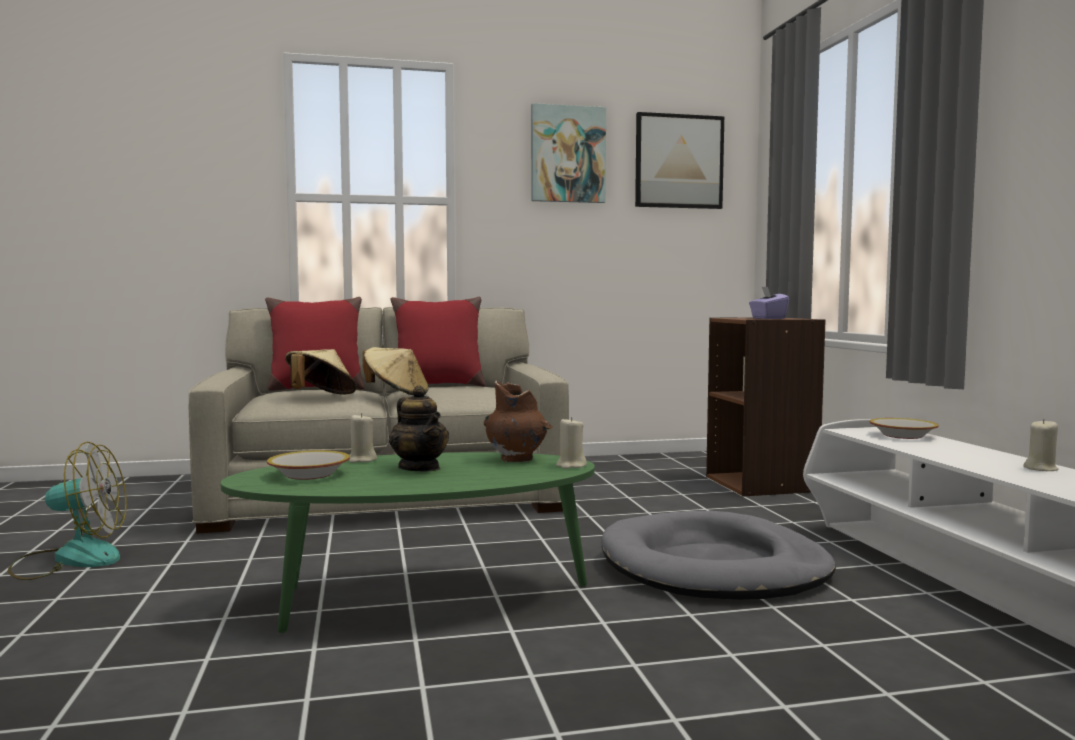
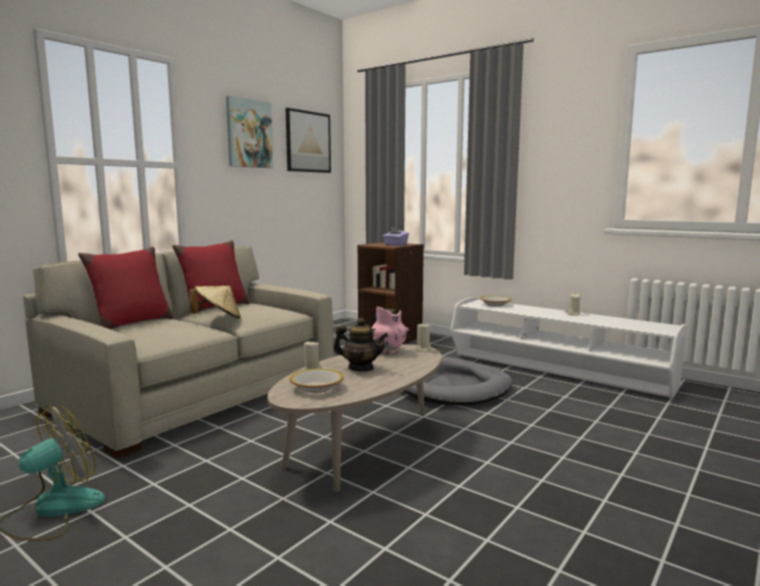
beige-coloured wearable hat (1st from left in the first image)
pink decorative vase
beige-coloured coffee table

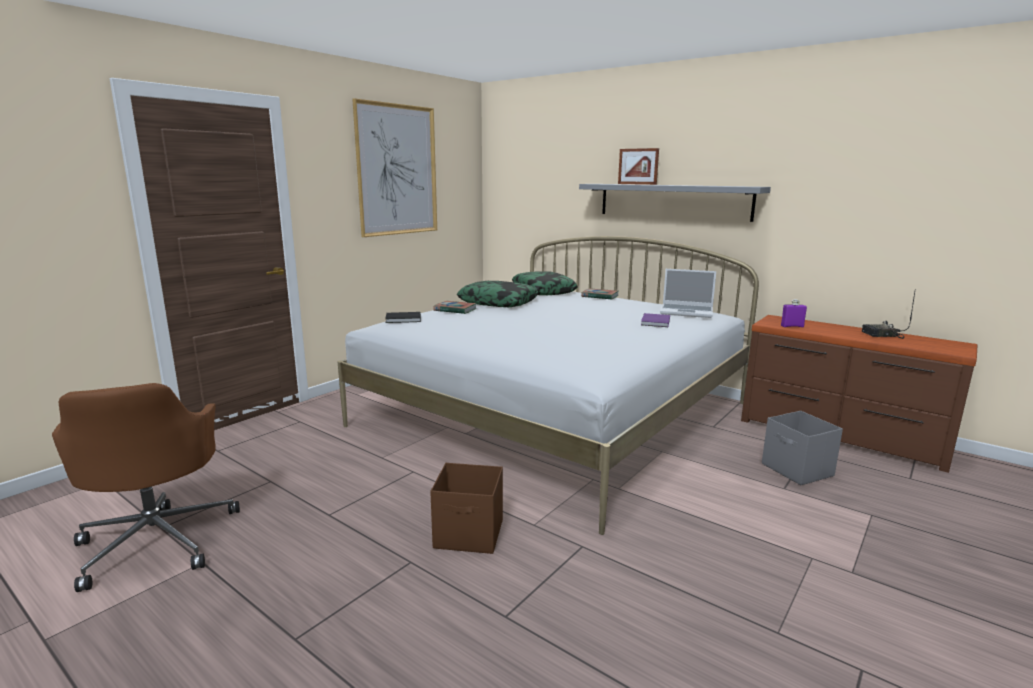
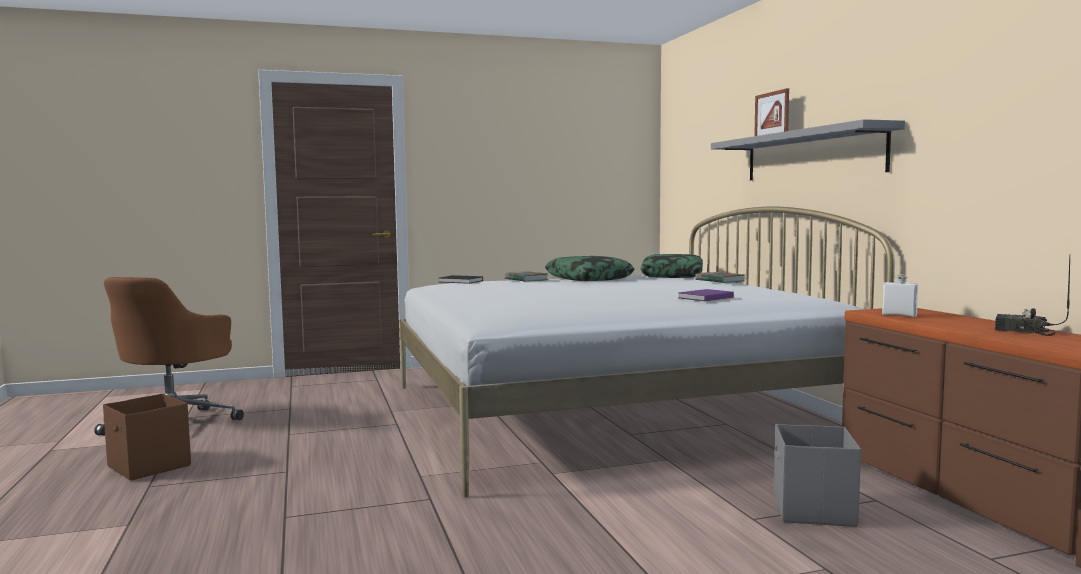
wall picture
notebook computer
white-coloured drink bottle
brown-coloured storage container

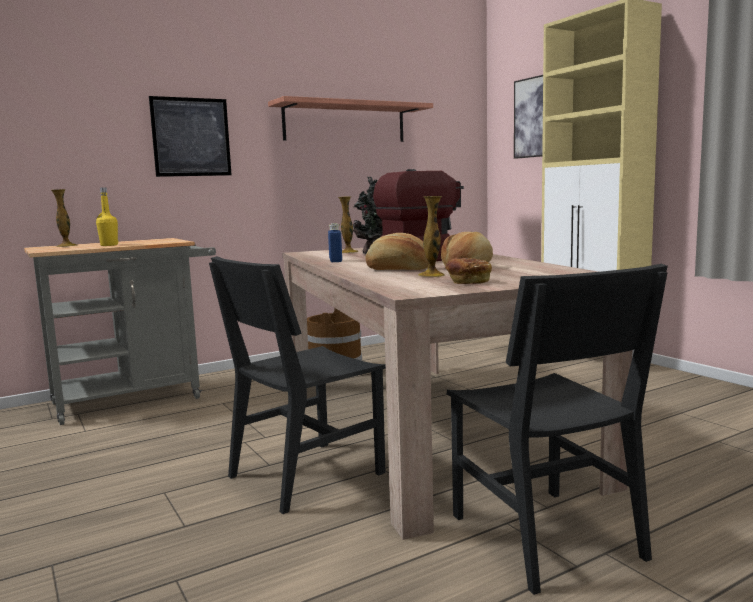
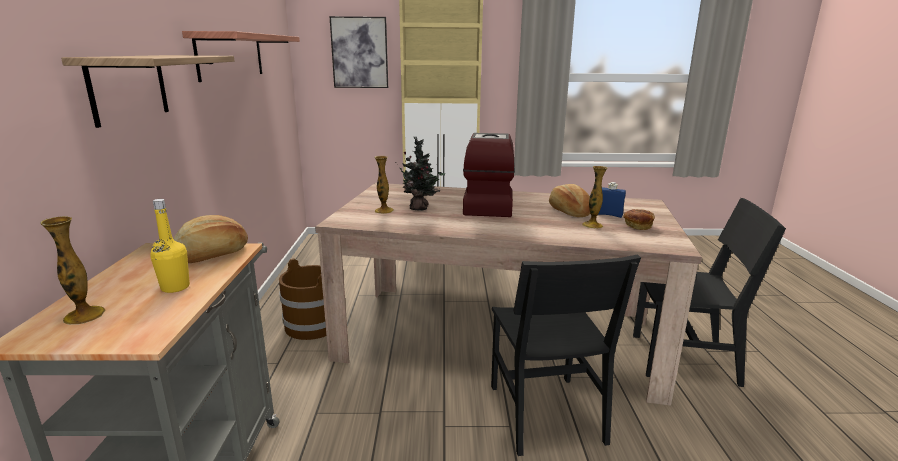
bracket shelf (1st from left)
bluish drink bottle
bread (1st from left)

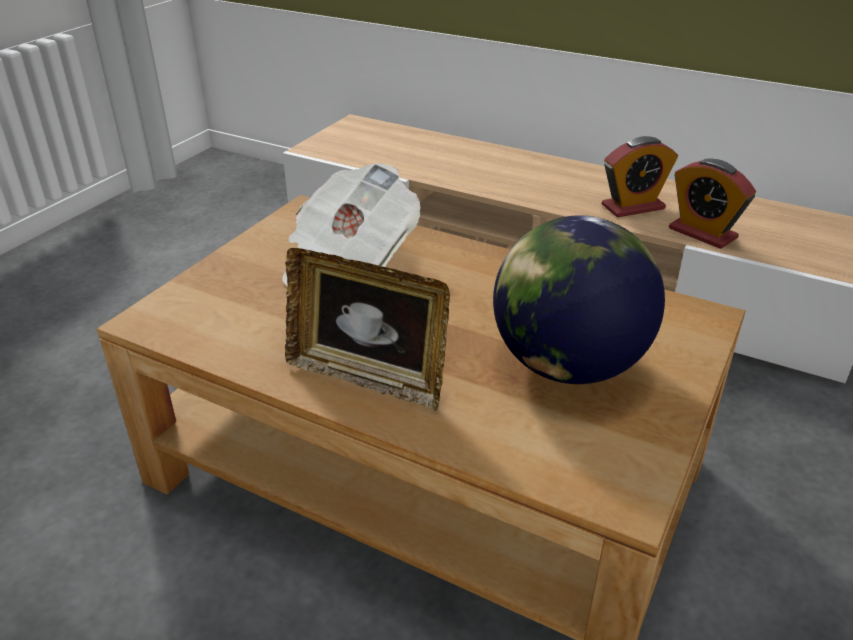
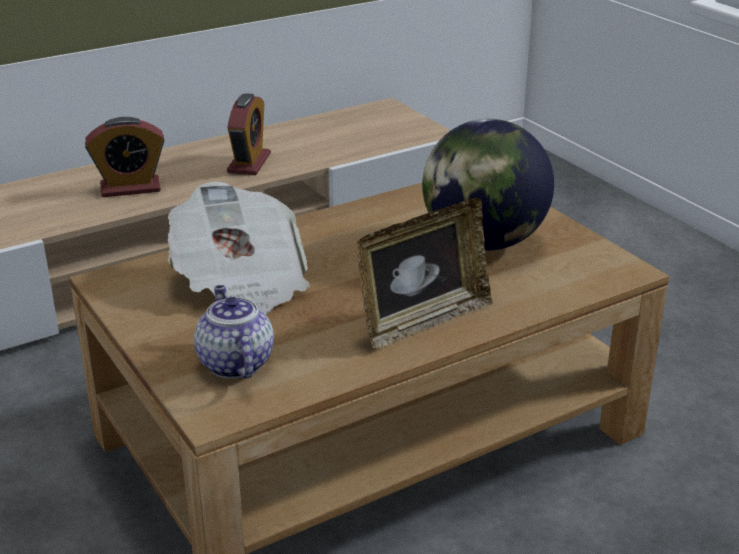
table clock (1st from left)
teapot

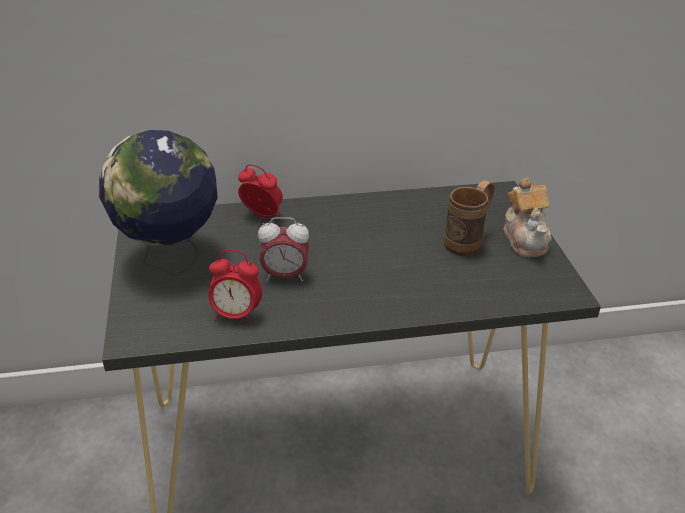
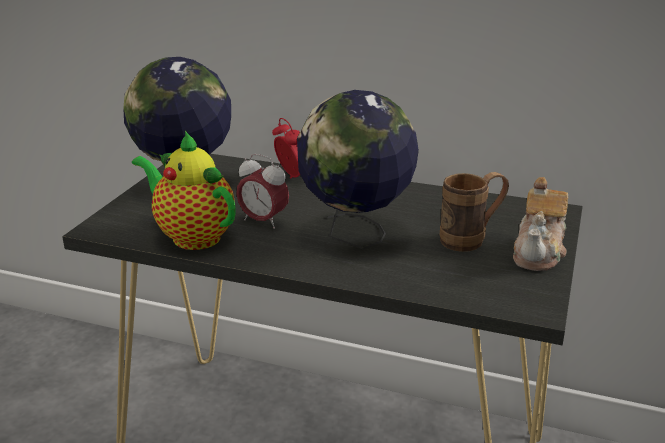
teapot (1st from left)
globe (2nd from left)

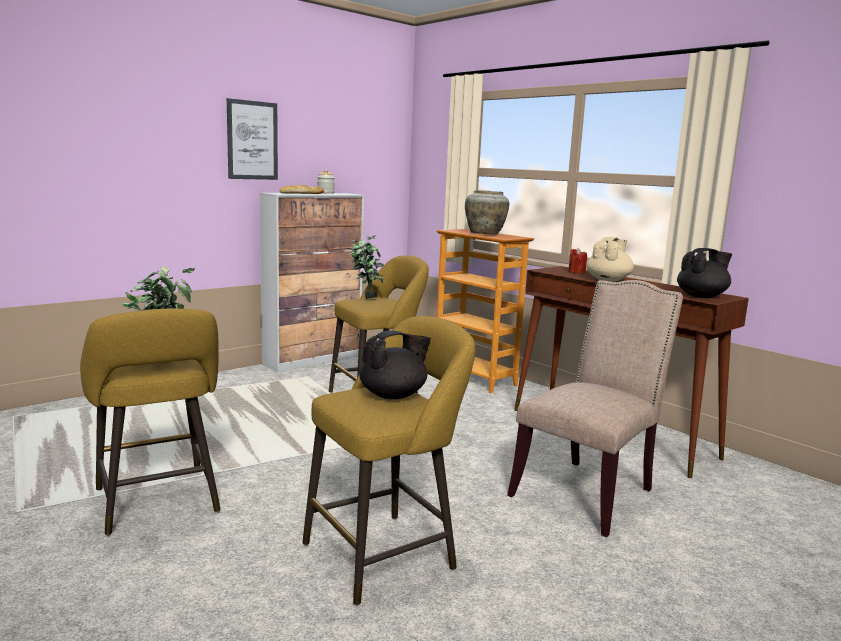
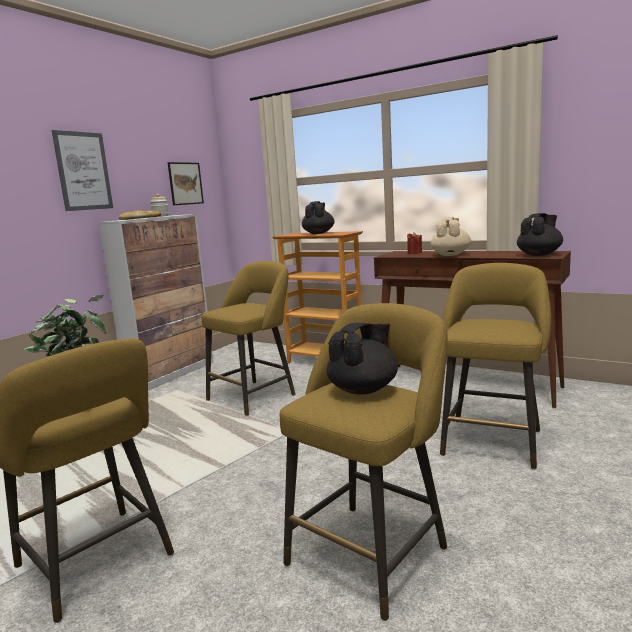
black-coloured teapot (1st from left)
potted plant (2nd from left in the first image)
yellow stool (4th from left)
wall picture (2nd from left)

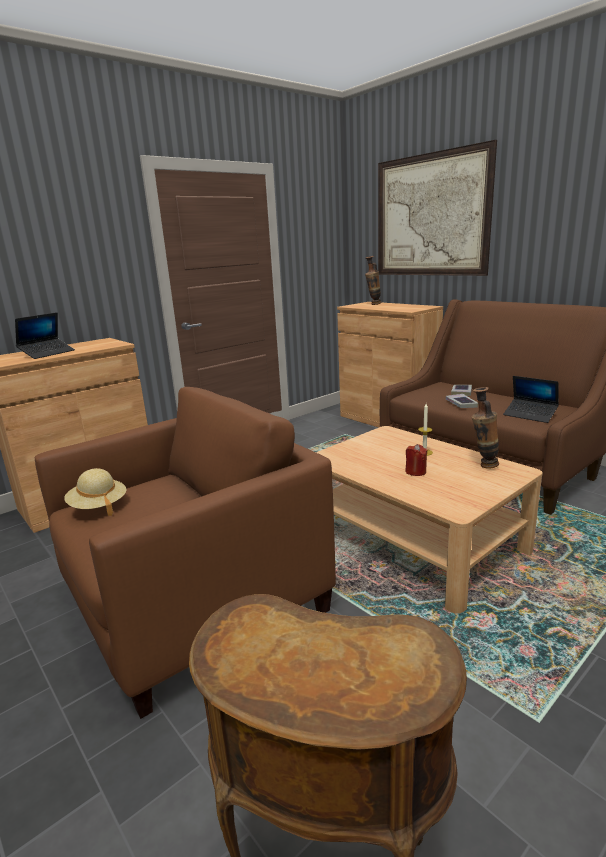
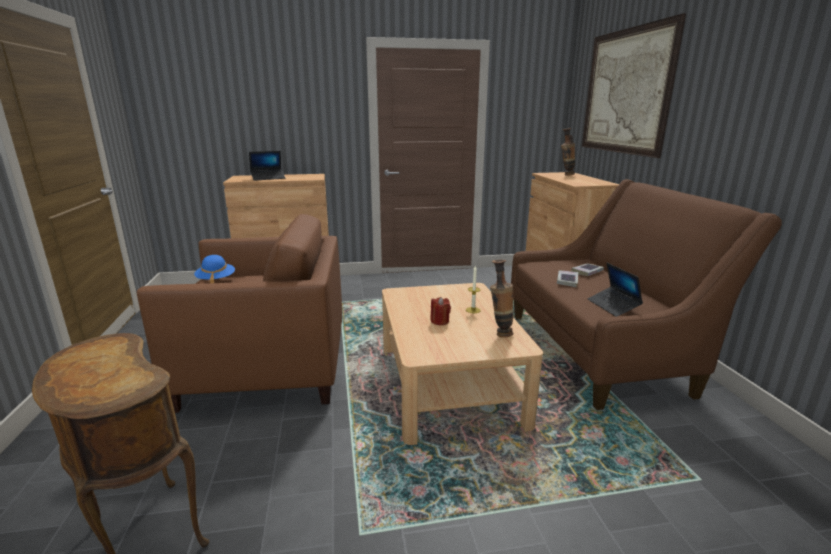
bluish wearable hat

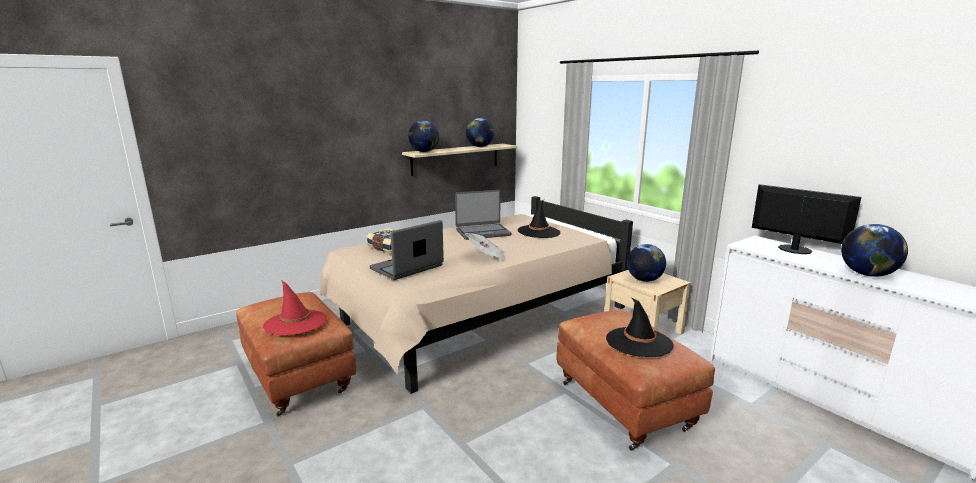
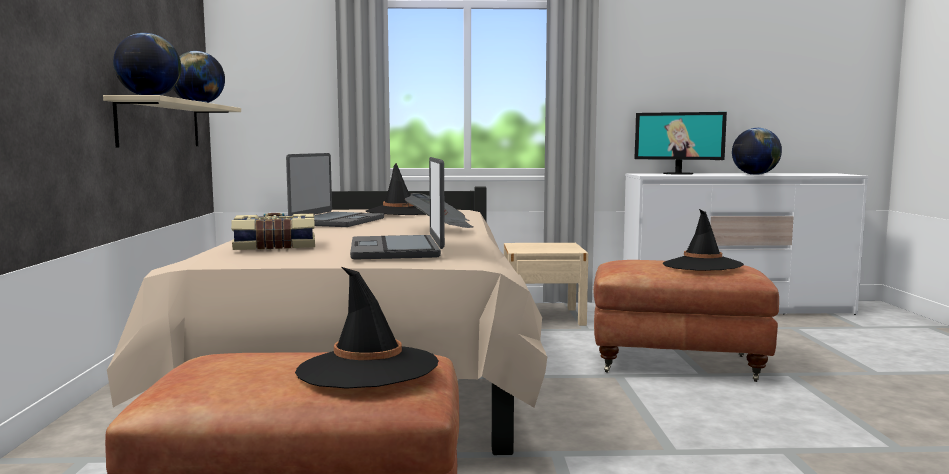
computer display
globe (3rd from left in the first image)
black-coloured wearable hat (1st from left)

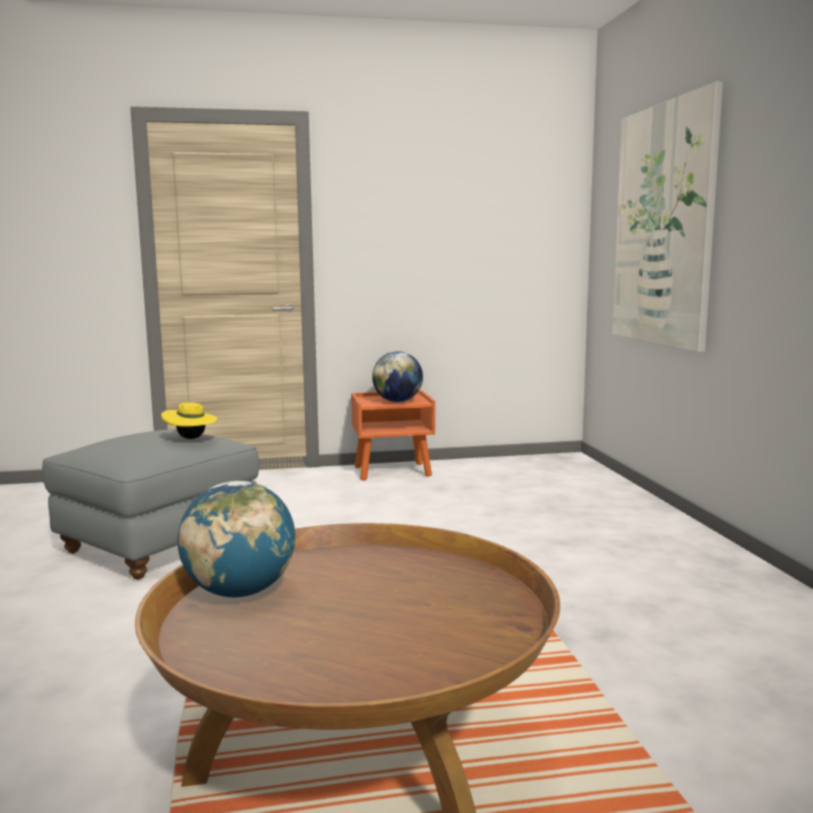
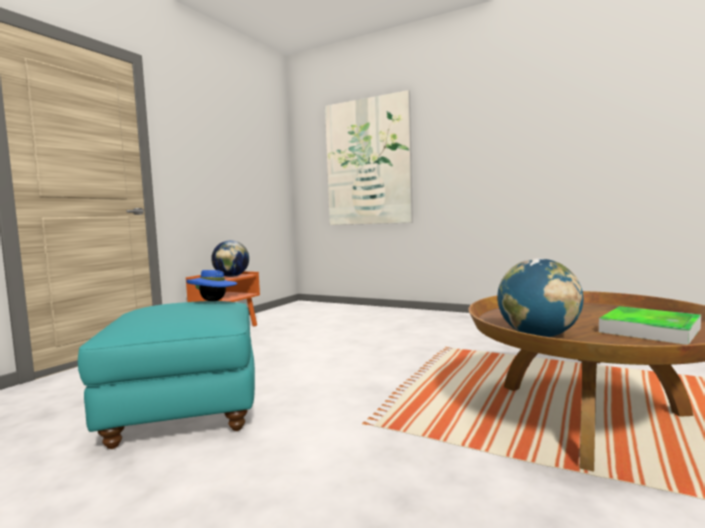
bluish wearable hat
blue-green footrest
carrying tray

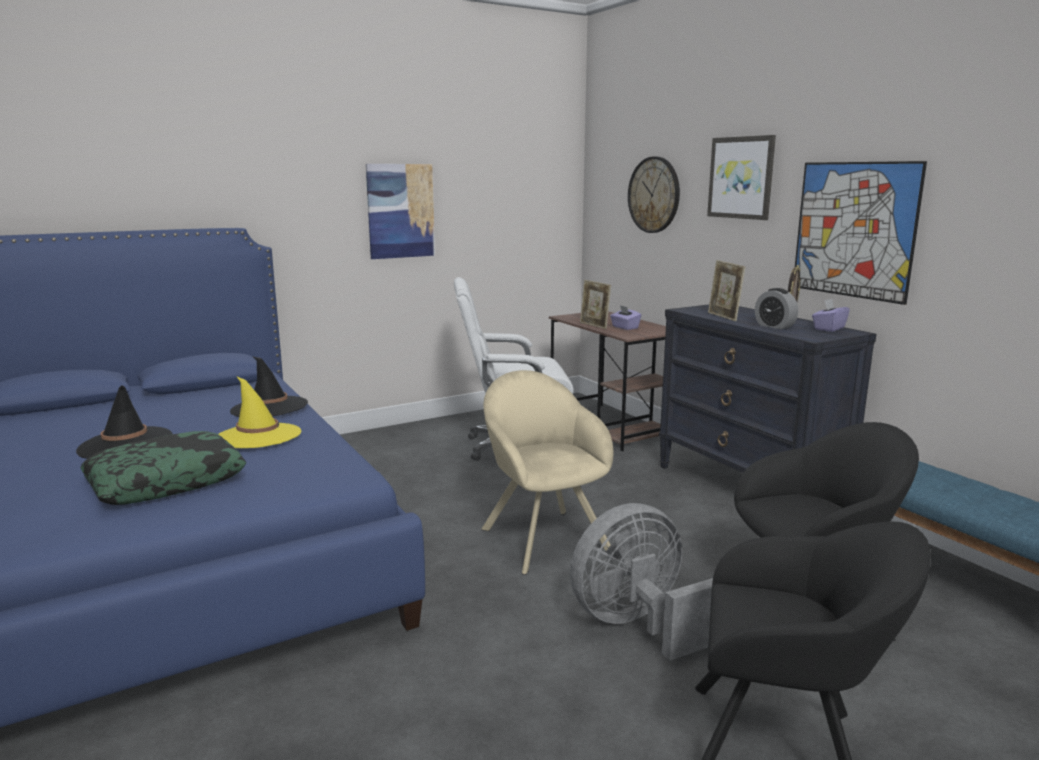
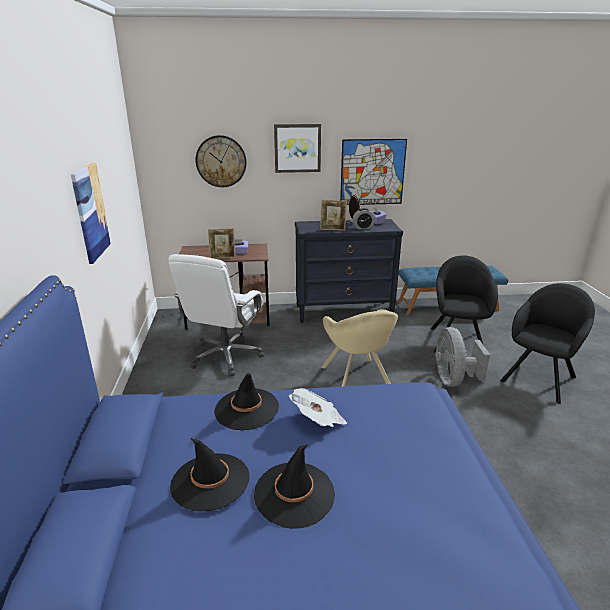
beige-coloured lounge chair
newspaper
pillow
black-coloured wearable hat (1st from left)

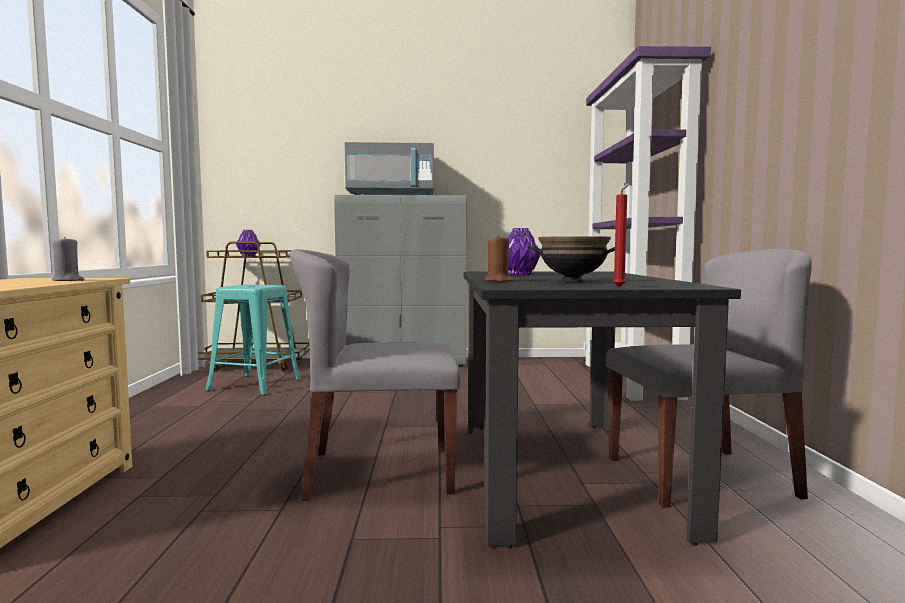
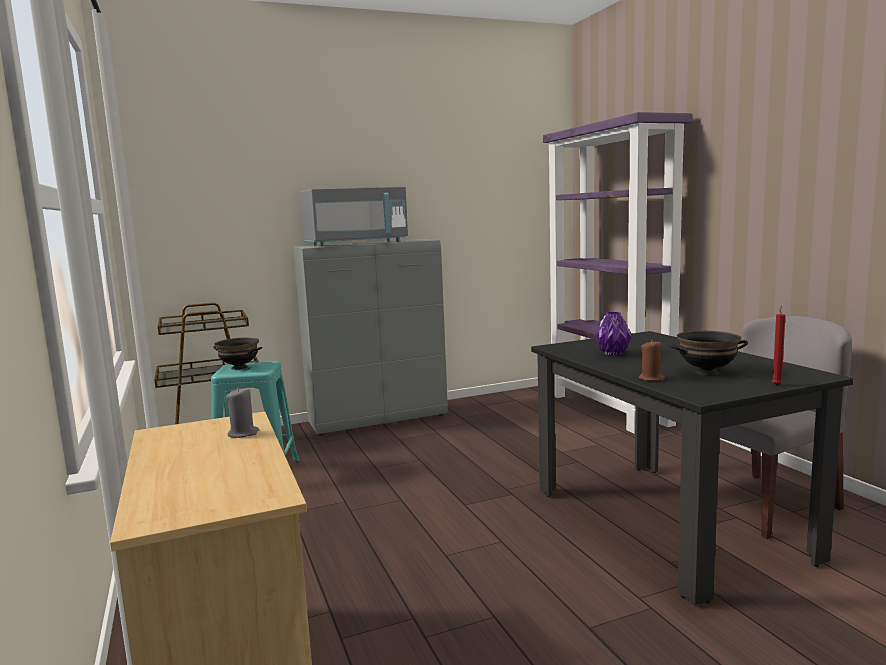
purplish decorative vase (1st from left in the first image)
greyish chair (1st from left in the first image)
black-coloured bowl (1st from left)

